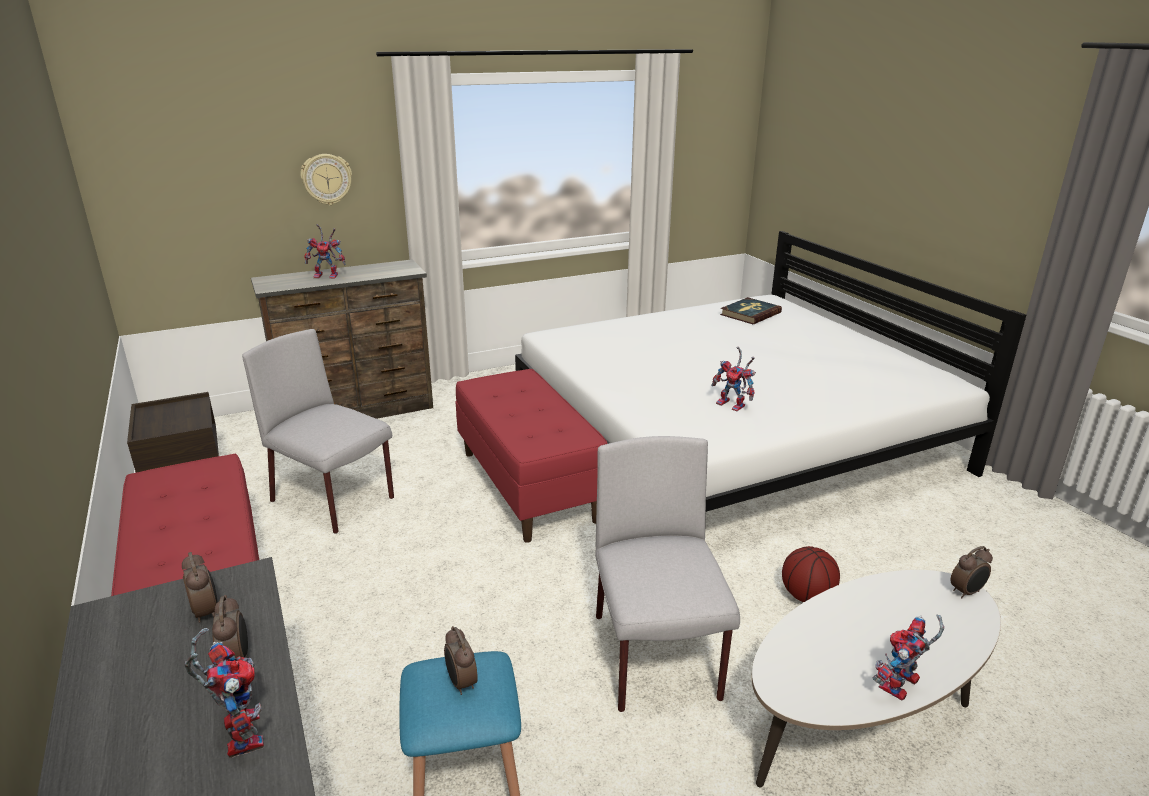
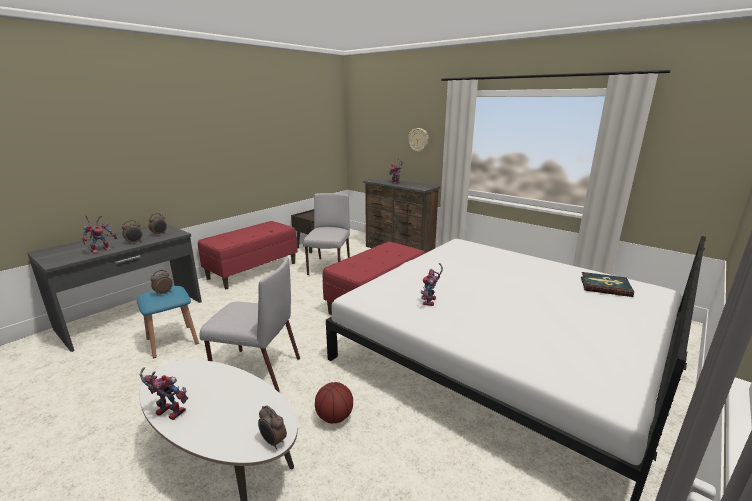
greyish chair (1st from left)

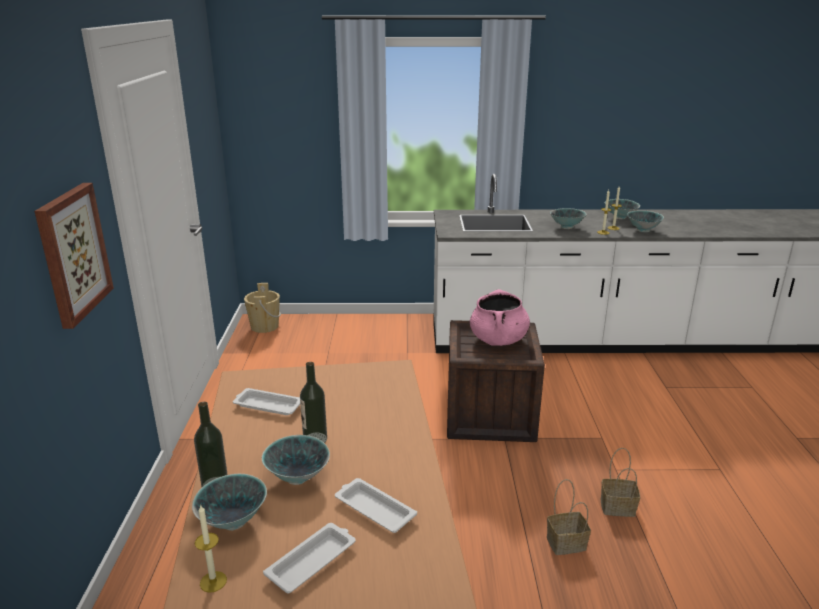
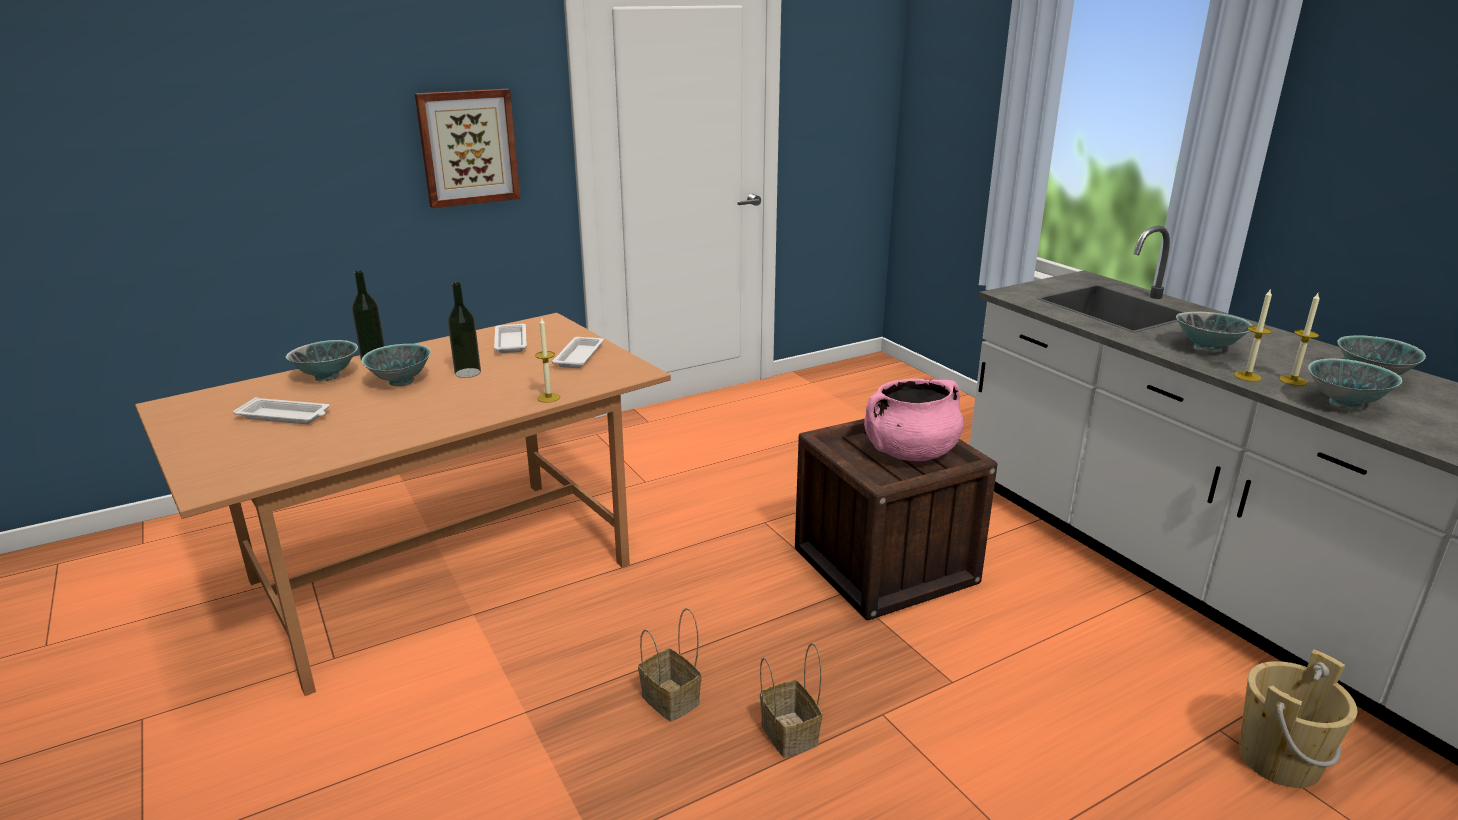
beige-coloured bucket
white-coloured carrying tray (3rd from left)
wax candle (1st from left)

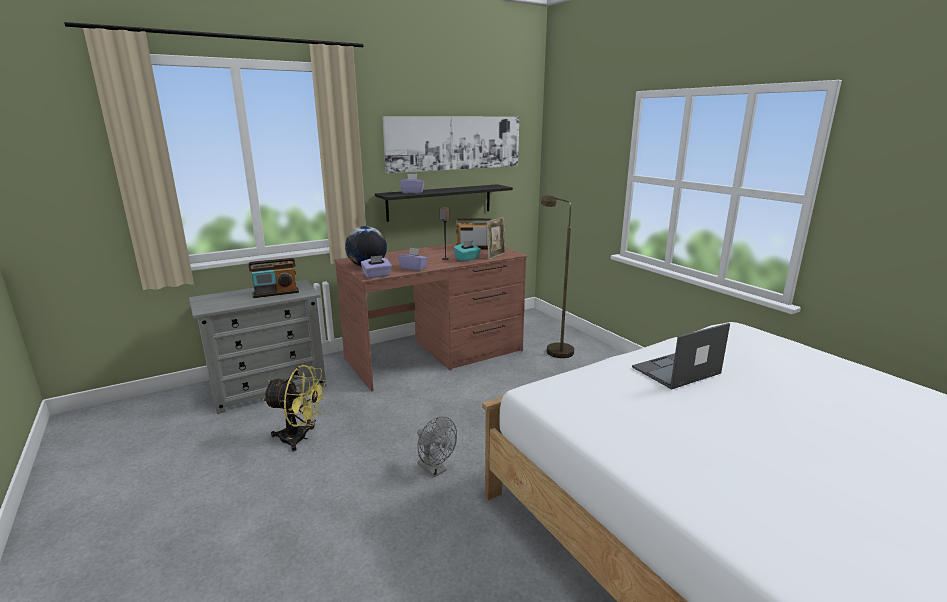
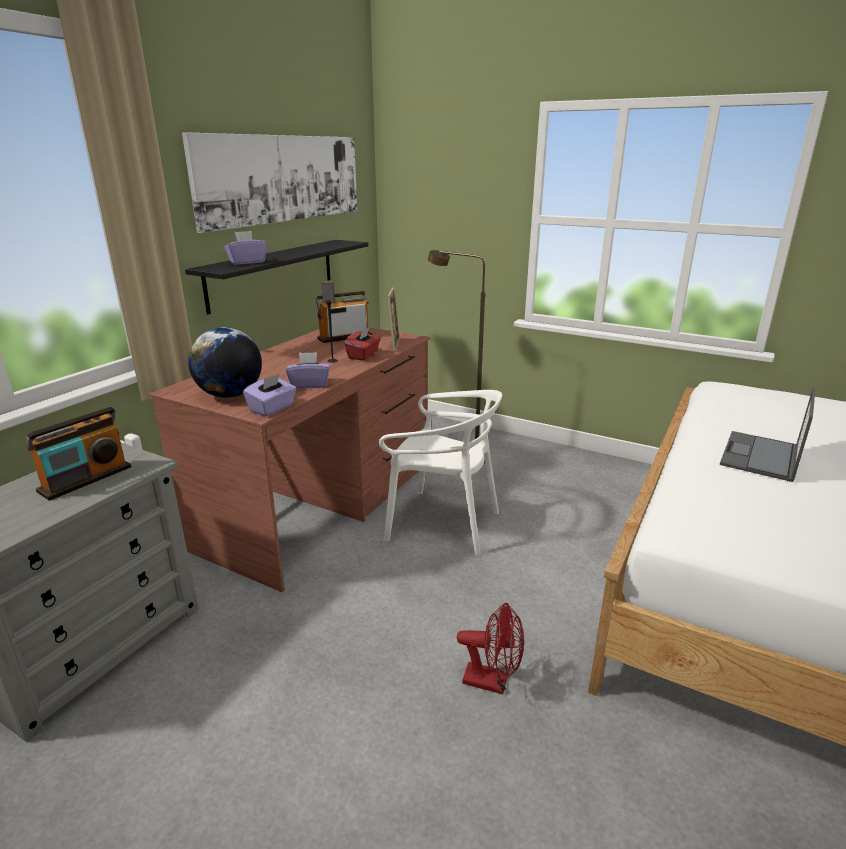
red-coloured tissue box
yellow electric fan
red-coloured electric fan
white-coloured chair

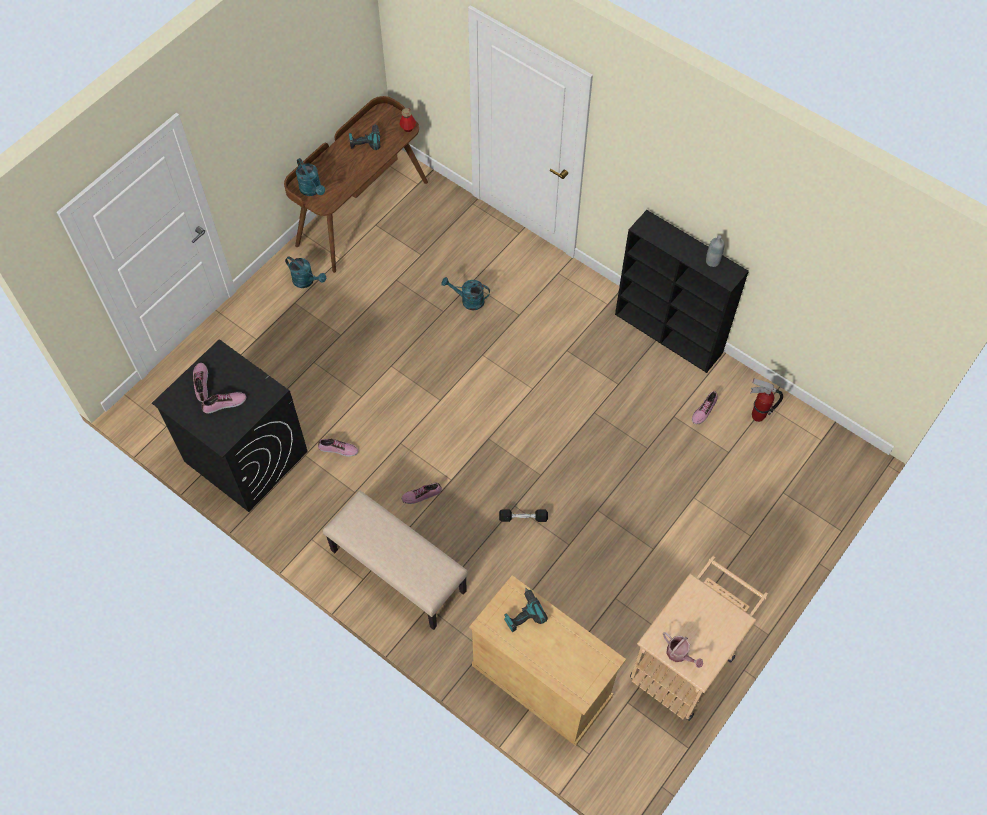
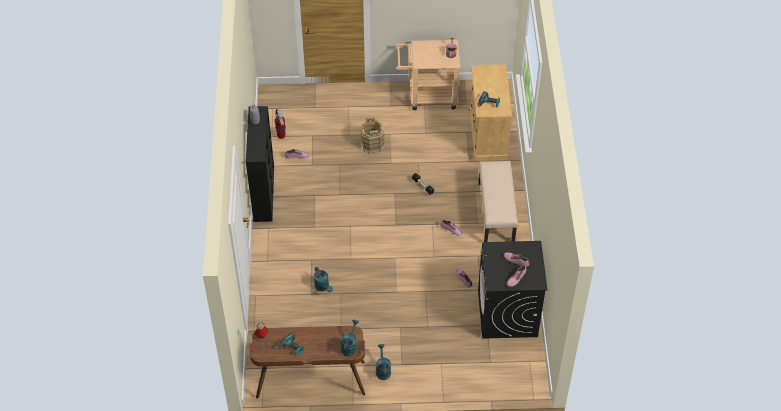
brown-coloured bucket

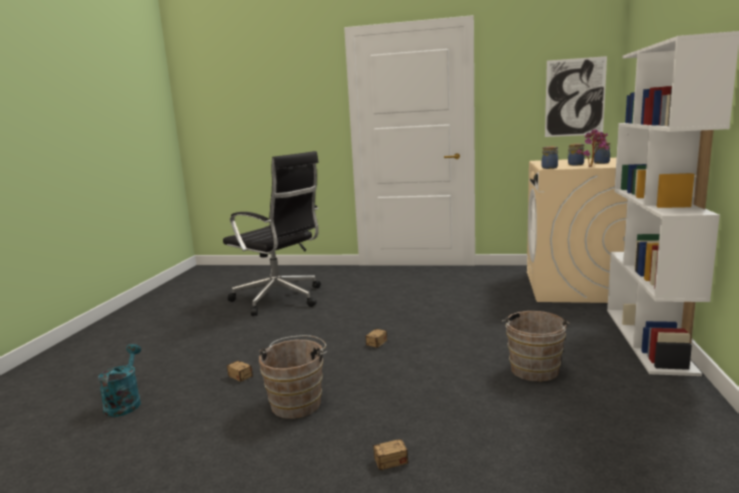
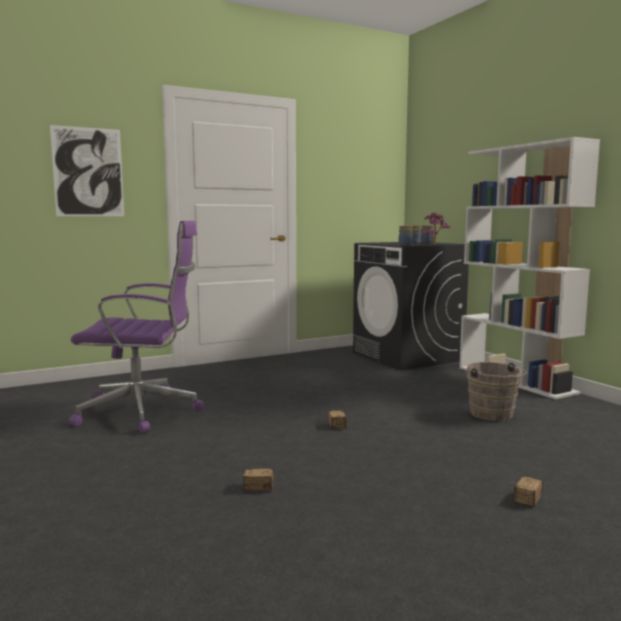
wall picture
purplish computer chair
black-coloured laundry appliance
brown-coloured bucket (1st from left in the first image)
blue-green watering can

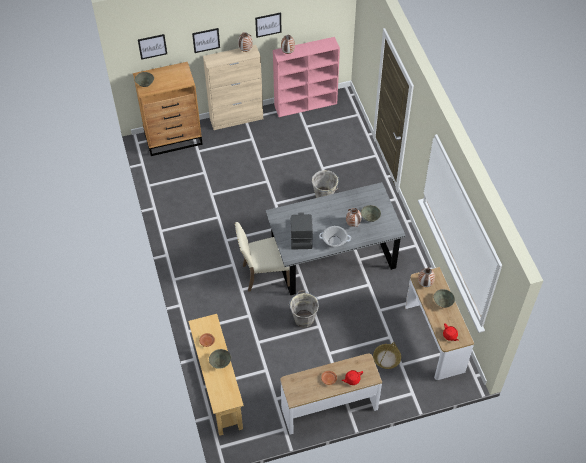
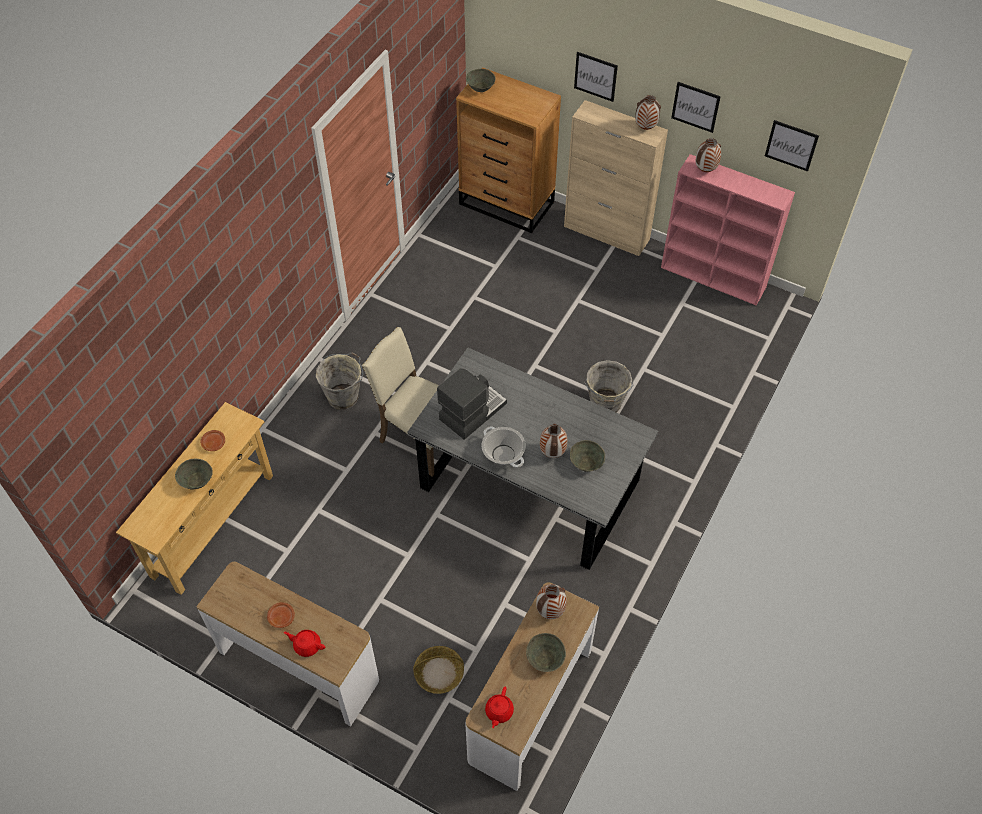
wall picture (3rd from left)
greyish bucket (1st from left)

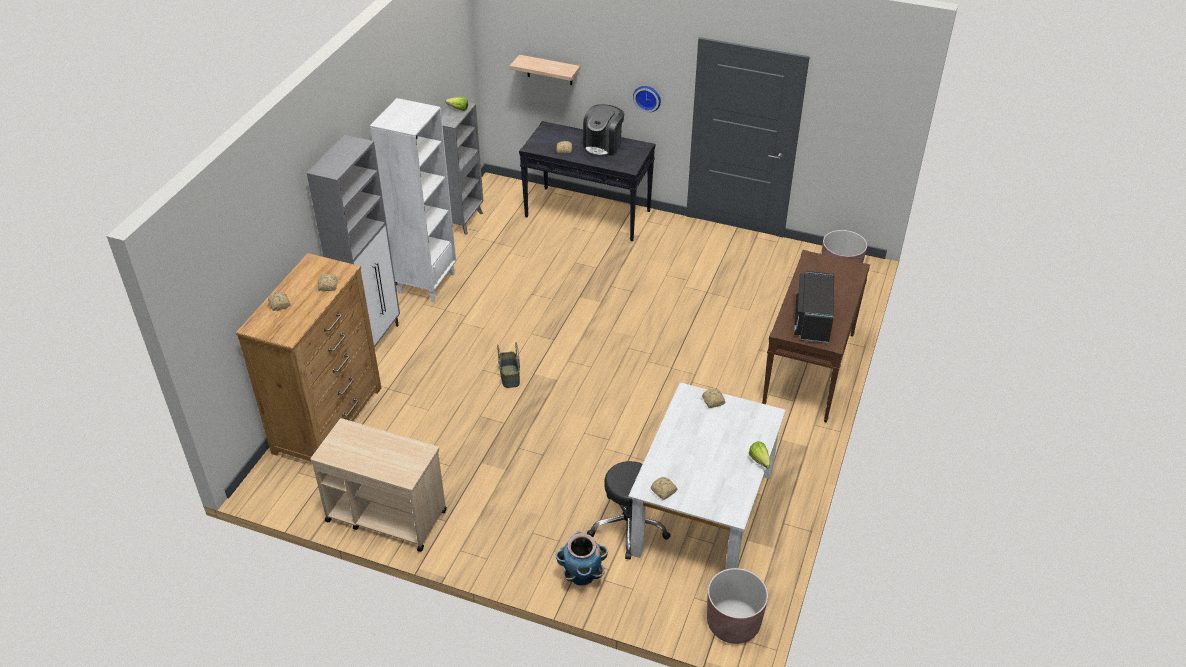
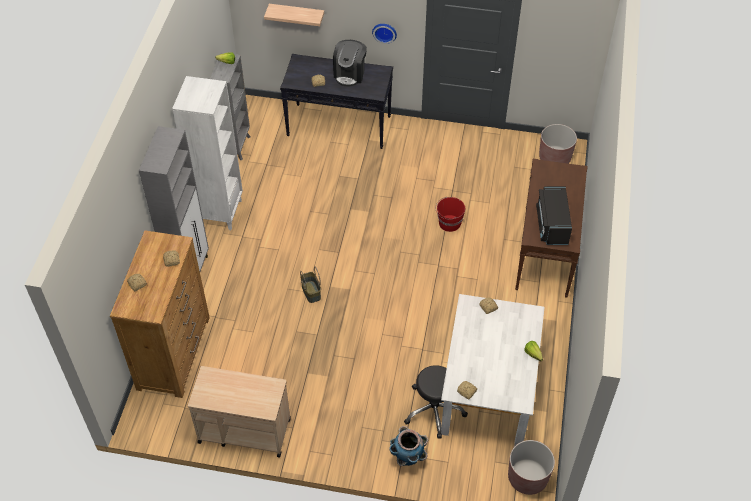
red-coloured bucket

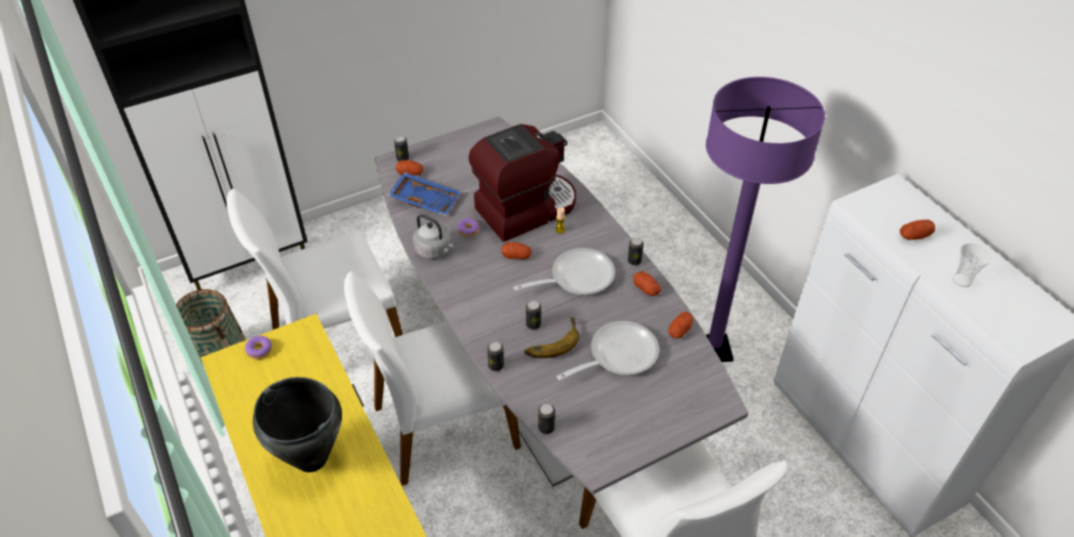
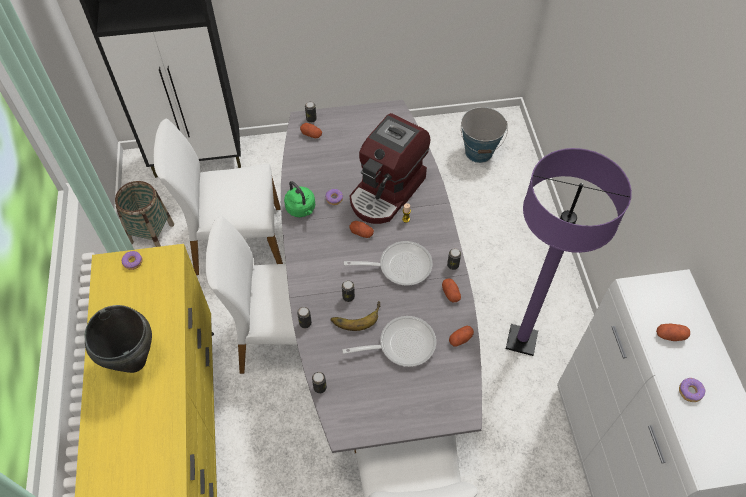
coffee machine
bluish carrying tray
green water kettle
donut (3rd from left)
bucket

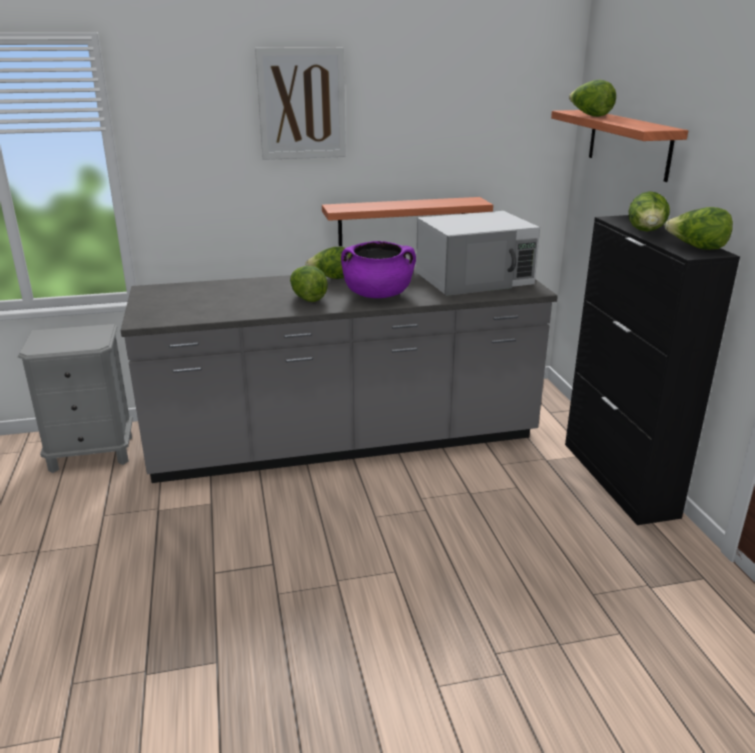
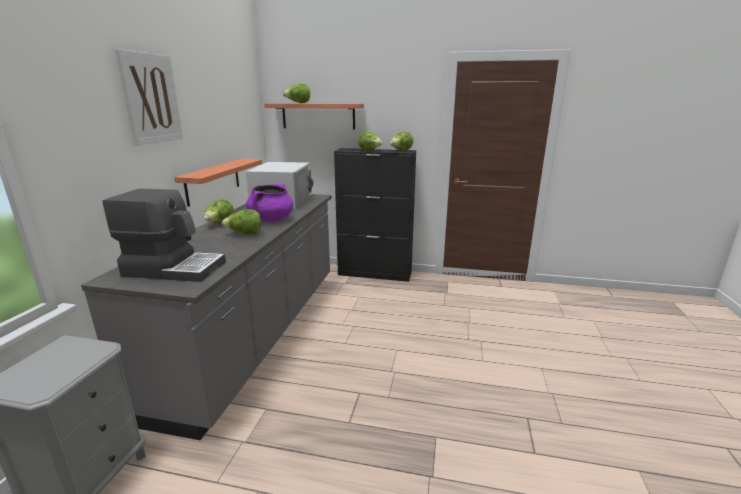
coffee machine

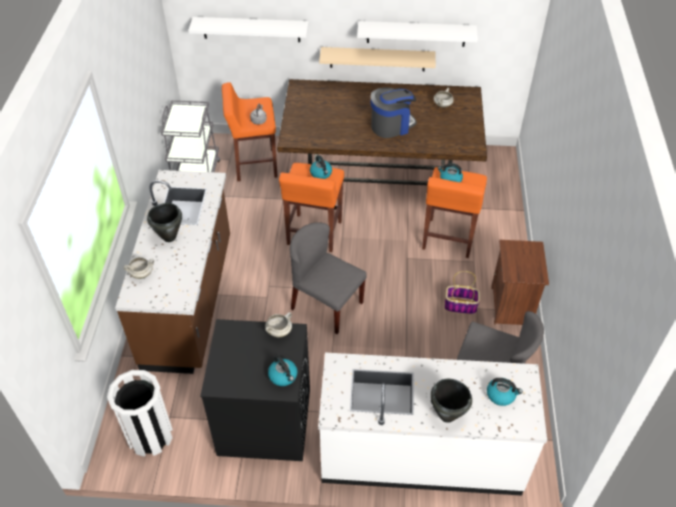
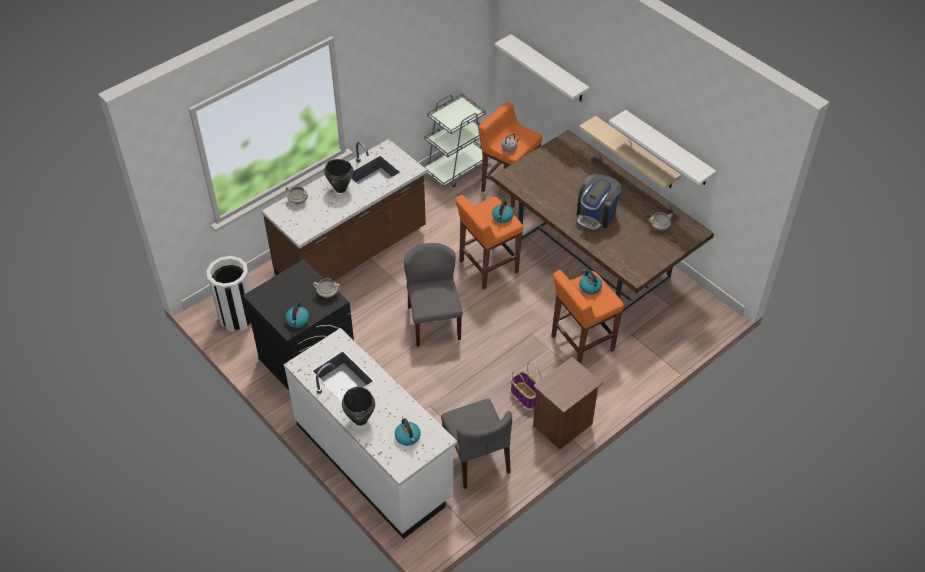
coffee machine

